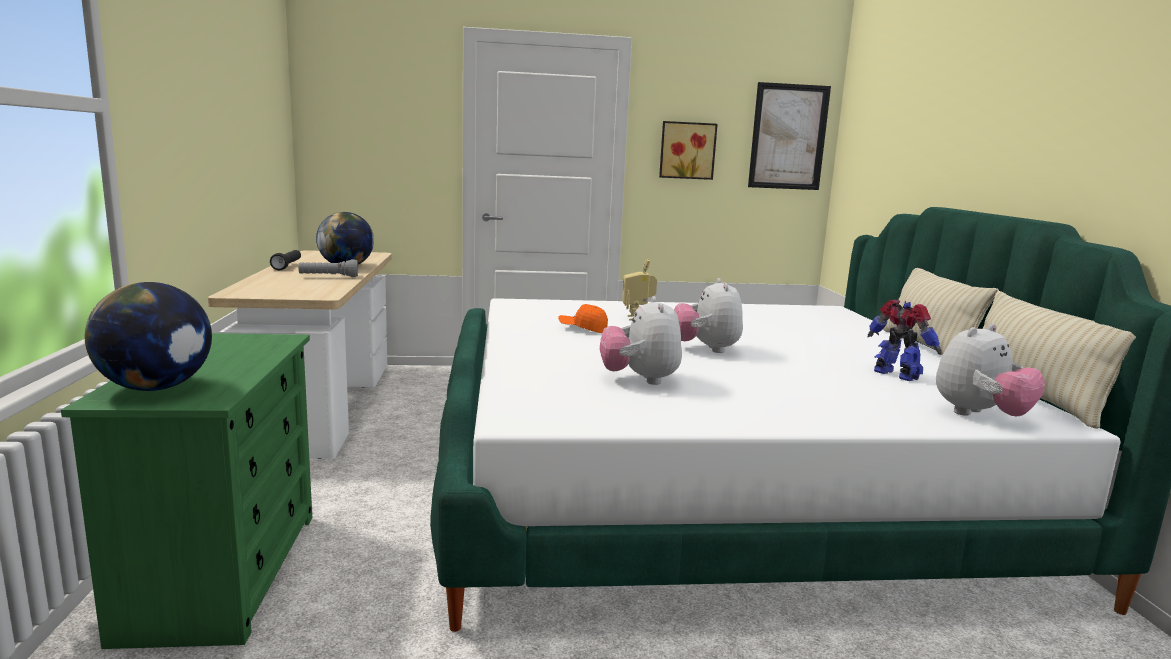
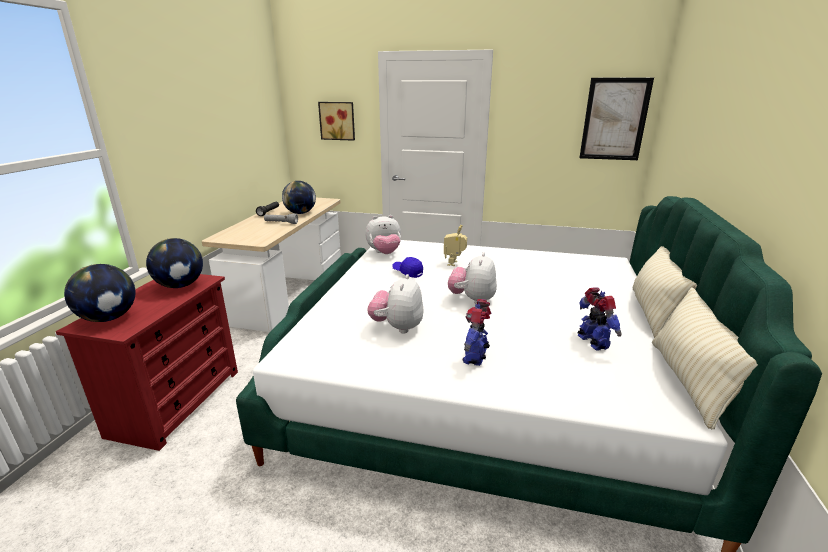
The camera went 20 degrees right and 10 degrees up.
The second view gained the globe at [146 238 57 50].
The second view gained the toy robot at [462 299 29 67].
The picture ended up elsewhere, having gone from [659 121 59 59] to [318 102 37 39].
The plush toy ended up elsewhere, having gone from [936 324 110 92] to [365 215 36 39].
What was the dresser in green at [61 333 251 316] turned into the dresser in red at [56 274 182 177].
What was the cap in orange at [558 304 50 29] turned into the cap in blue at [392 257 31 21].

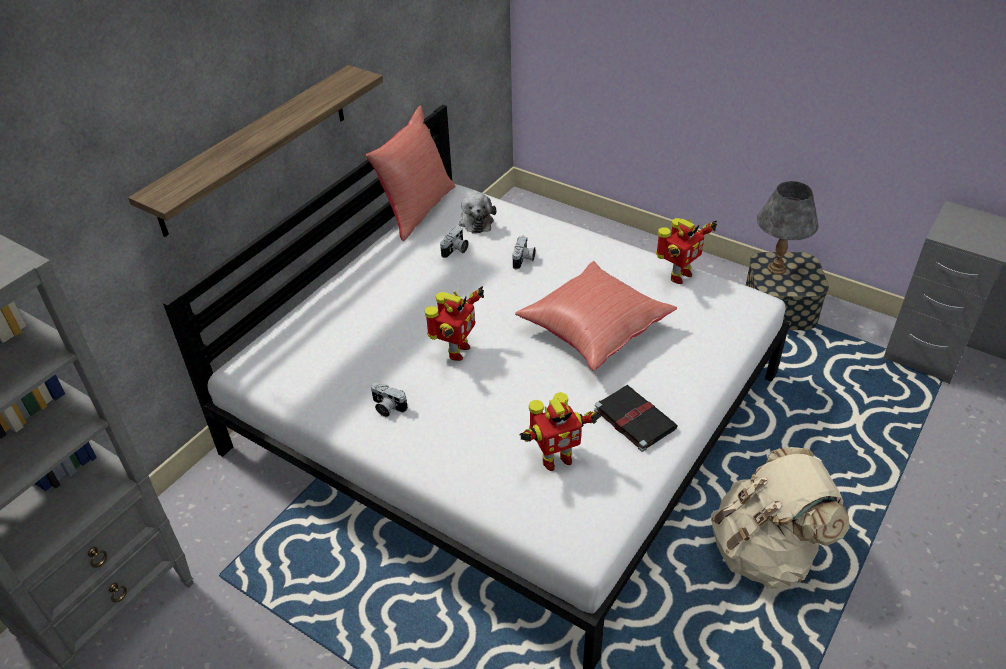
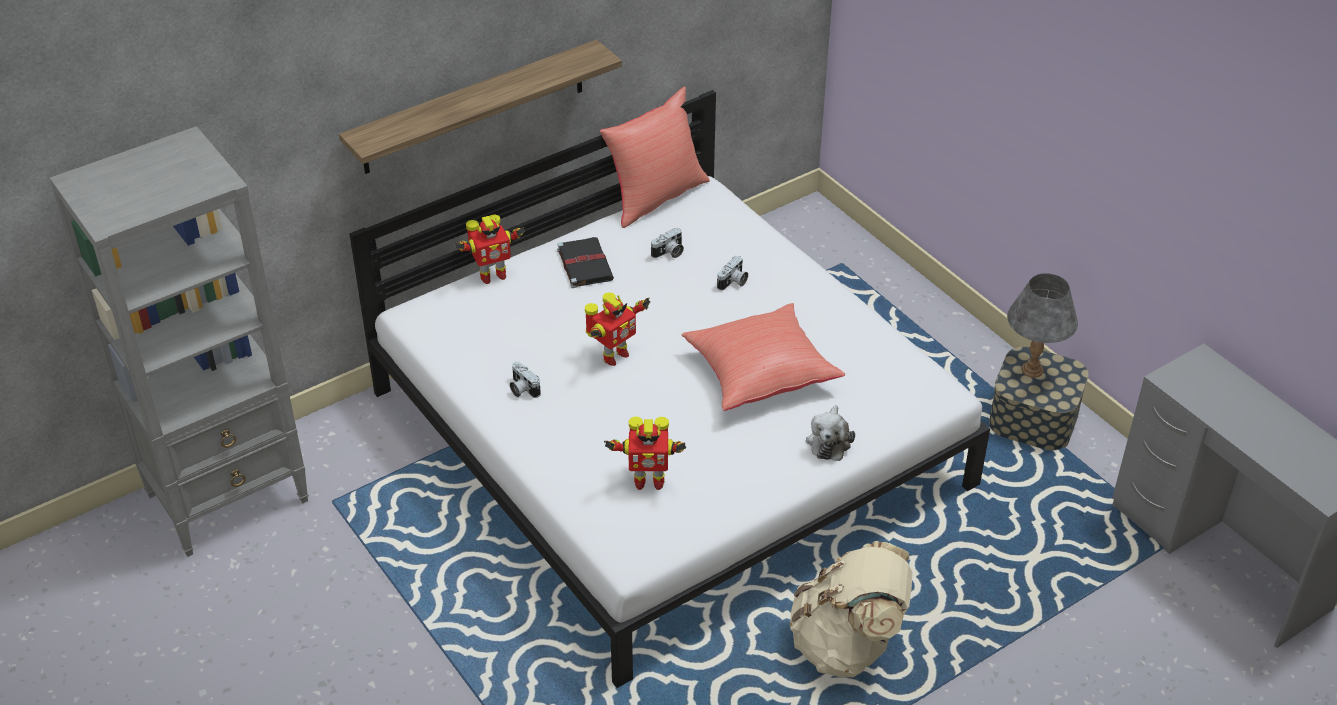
The camera went 20 degrees right and 0 degrees up.
The plush toy ended up elsewhere, having gone from [459 193 37 41] to [806 405 49 56].
The book in black ended up elsewhere, having gone from [594 385 83 67] to [557 237 57 51].
The toy robot ended up elsewhere, having gone from [656 218 61 66] to [455 215 70 69].

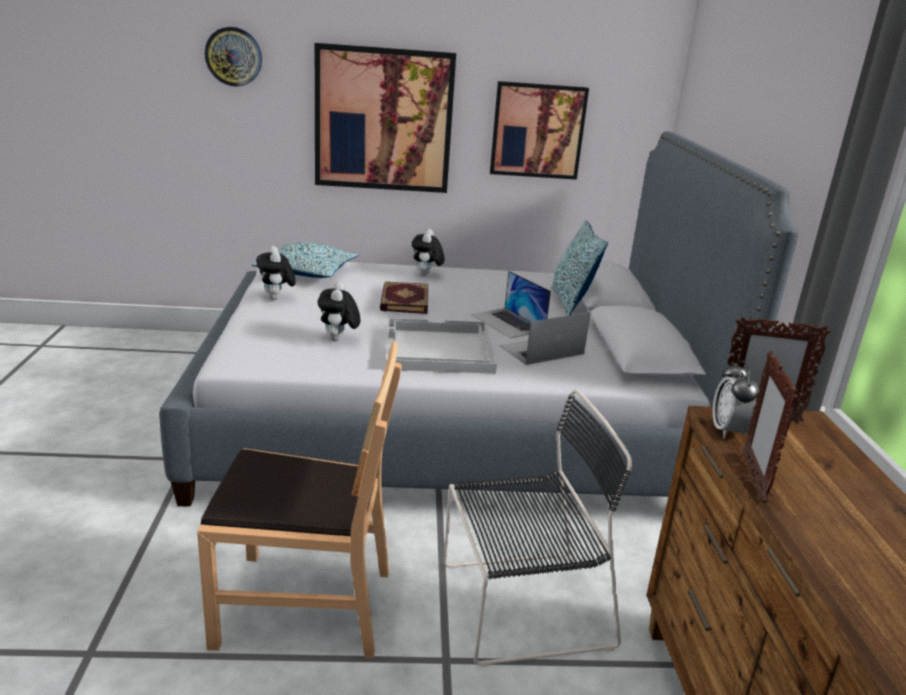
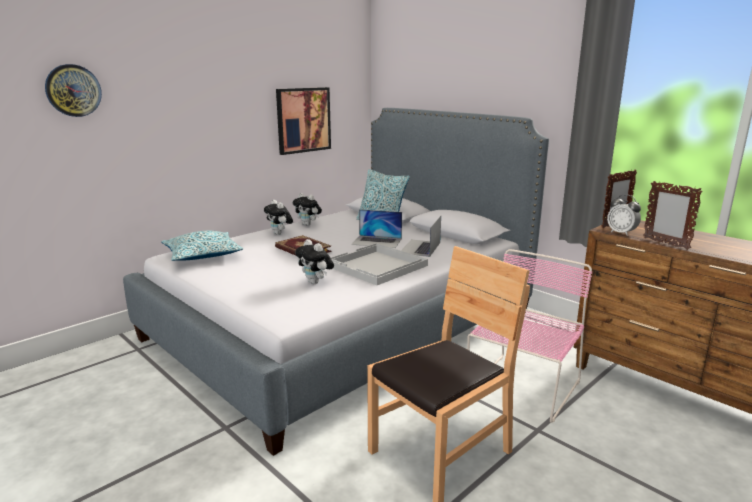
The camera went 40 degrees left and 5 degrees down.
The second view lost the picture at [315 43 141 150].
The plush toy ended up elsewhere, having gone from [256 246 40 54] to [293 193 29 33].
What was the chair in black at [444 389 188 278] turned into the chair in pink at [467 249 125 174].

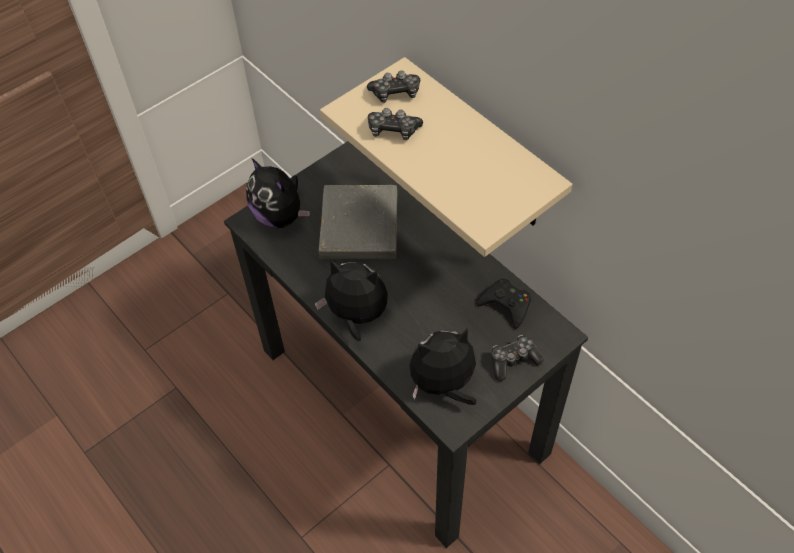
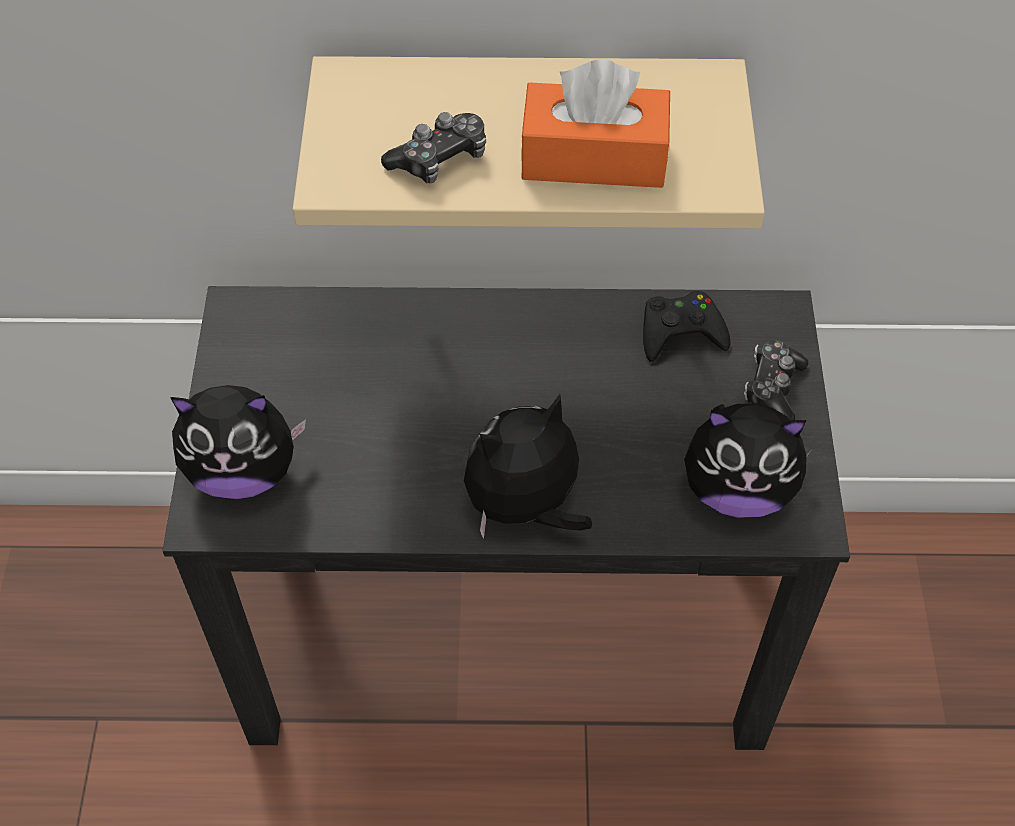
The camera went 50 degrees left and 0 degrees up.
The second view lost the book in grey at [319 185 79 74].
The second view lost the game controller at [367 71 54 32].
The second view gained the tissue box in orange at [521 60 149 128].
The plush toy at [409 328 67 77] ended up facing another way, 105 degrees counterclockwise from before.

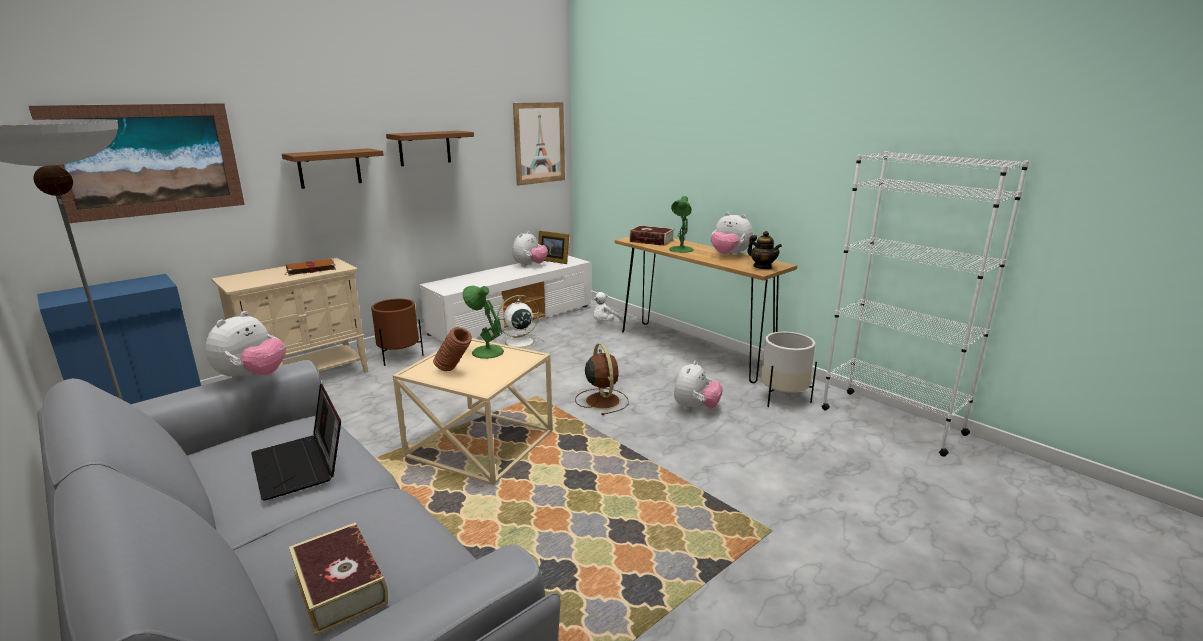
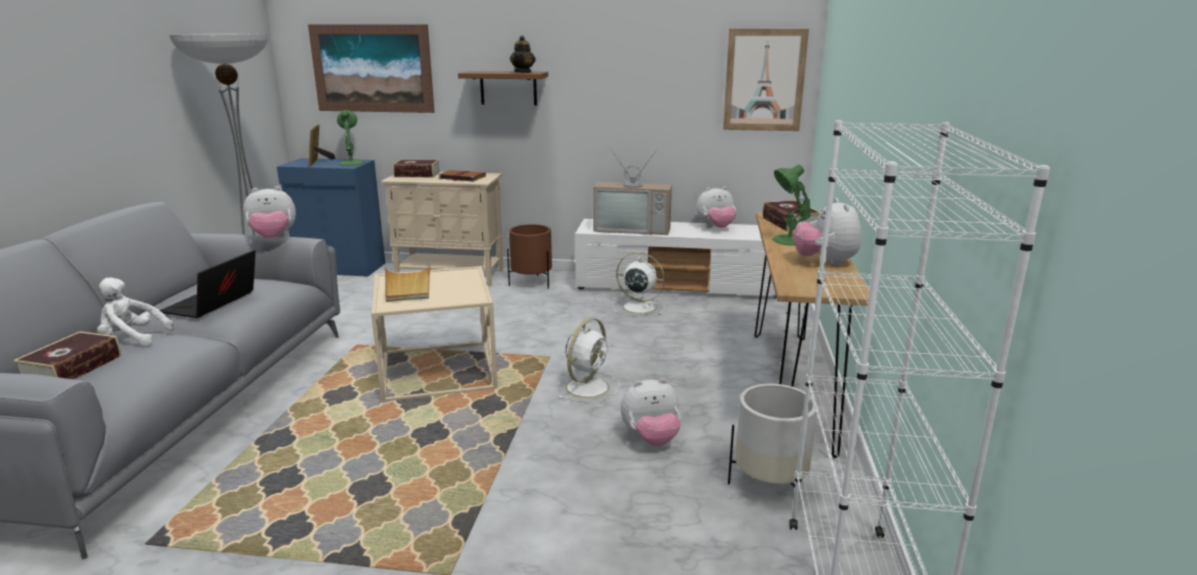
The camera went 50 degrees right and 0 degrees up.
The second view lost the shelf in brown at [386 131 88 35].
The second view gained the book at [393 159 47 18].
The second view gained the television at [593 147 79 88].
The table lamp in green ended up elsewhere, having gone from [462 286 42 73] to [337 110 27 56].
The picture frame ended up elsewhere, having gone from [538 231 31 33] to [309 124 27 43].
The plush toy in white ended up elsewhere, having gone from [593 292 30 30] to [97 278 77 68].
The teapot ended up elsewhere, having gone from [747 231 35 38] to [510 35 26 38].
Where the vase in brown stood at [433 327 39 44], the tray in beige came to stand at [385 265 45 37].
What was the fan in brown at [575 343 54 72] turned into the fan in white at [558 318 62 85].

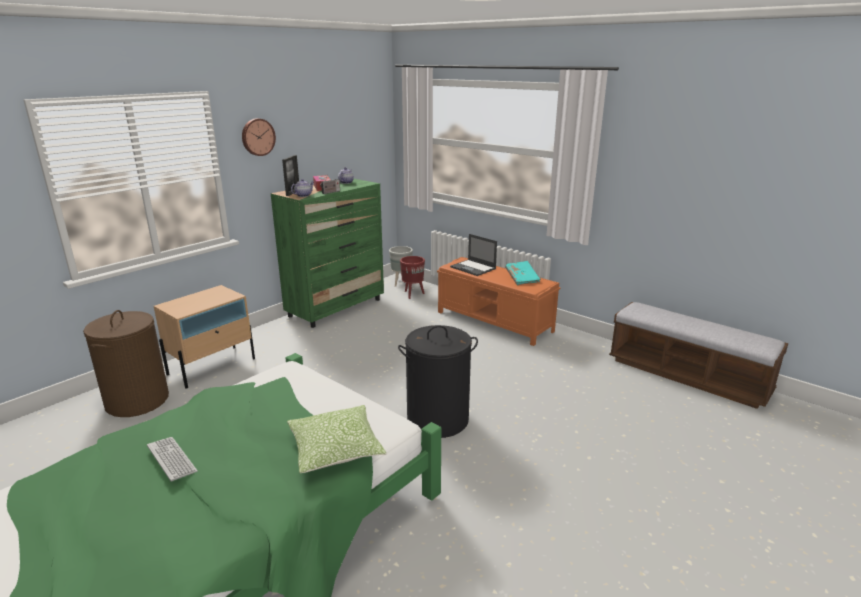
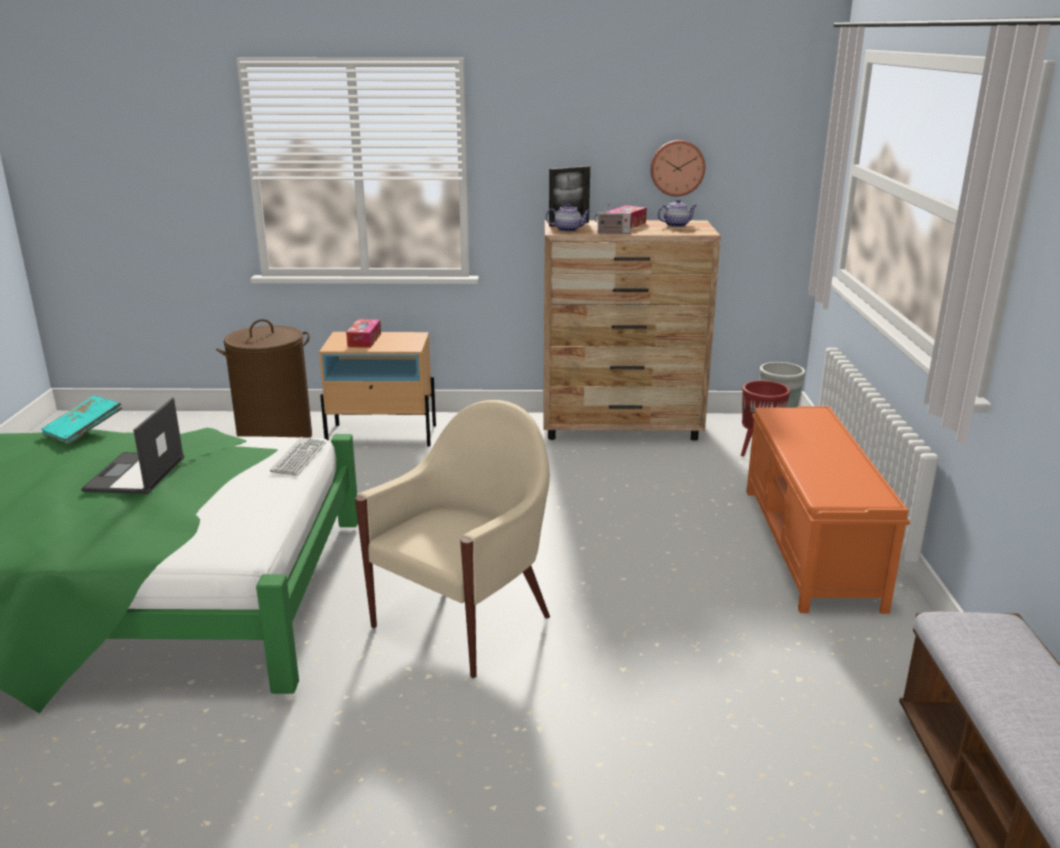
The camera went 50 degrees right and 0 degrees up.
The second view lost the pillow at [287 405 100 68].
The second view gained the tissue box at [346 319 35 29].
The keyboard ended up elsewhere, having gone from [147 437 51 45] to [270 437 56 39].
The wall clock ended up elsewhere, having gone from [242 118 34 38] to [650 140 55 56].
The laptop ended up elsewhere, having gone from [450 234 47 42] to [81 397 103 97].
The book in turquoise ended up elsewhere, having gone from [505 261 36 24] to [41 395 81 49].
Where the laundry basket in black stood at [398 325 80 113], the armchair in beige came to stand at [355 400 195 278].
What was the dresser in green at [271 179 113 149] turned into the dresser in brown at [544 220 177 221].

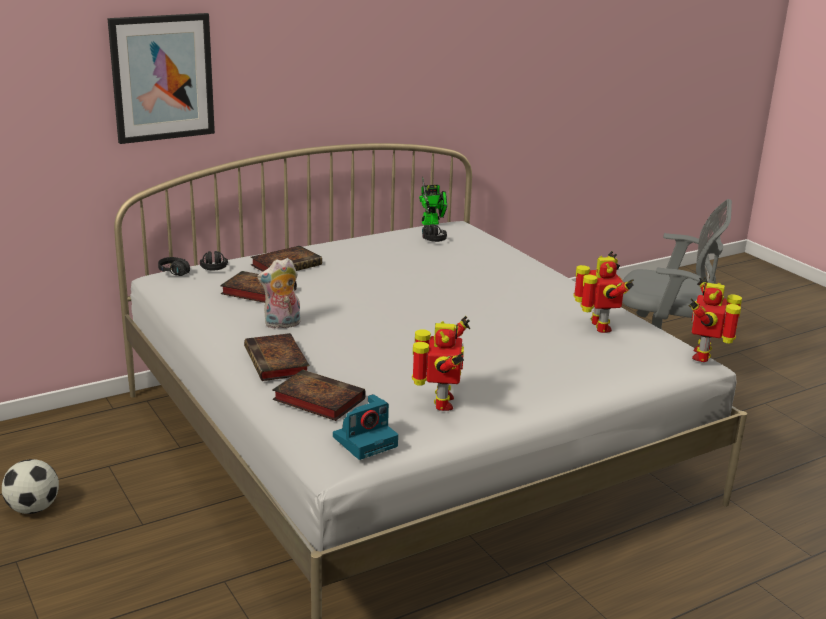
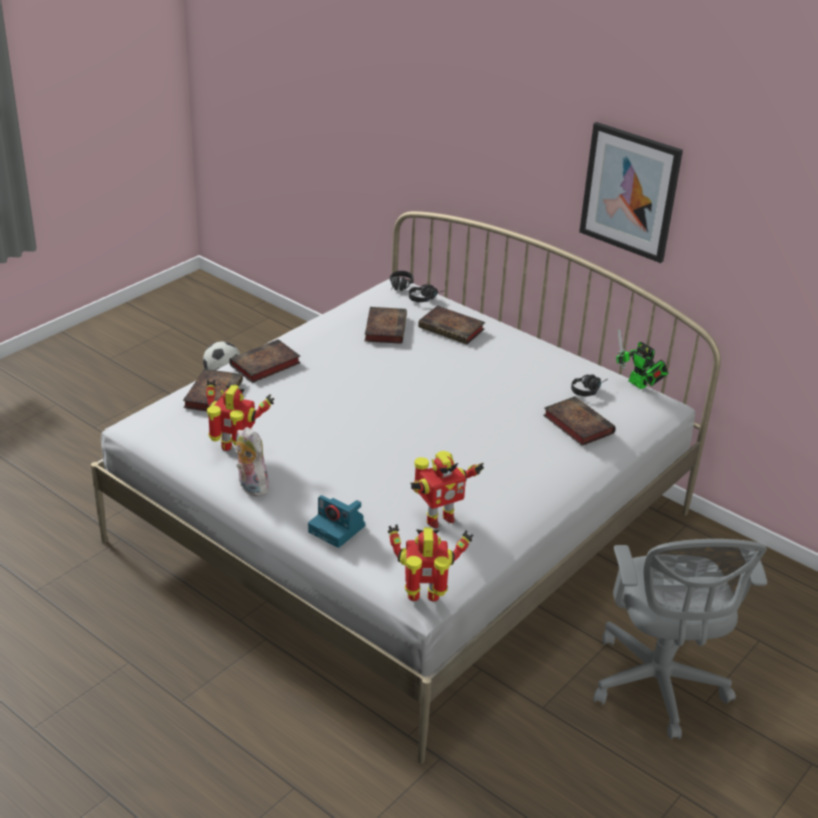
The camera went 70 degrees right and 10 degrees up.
The second view gained the book at [543 396 73 50].
The picture ended up elsewhere, having gone from [107 13 108 131] to [579 122 104 141].
The plush toy ended up elsewhere, having gone from [257 258 44 71] to [236 427 33 69].
The photo camera ended up elsewhere, having gone from [333 394 65 66] to [308 495 57 53].
The toy robot at [412 316 59 95] ended up facing another way, 150 degrees counterclockwise from before.

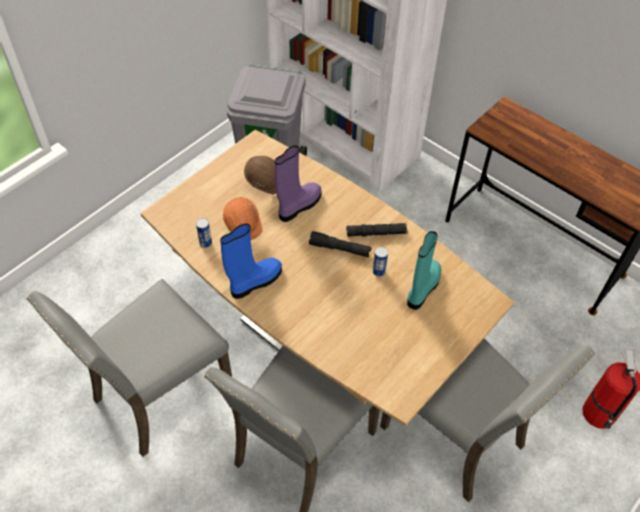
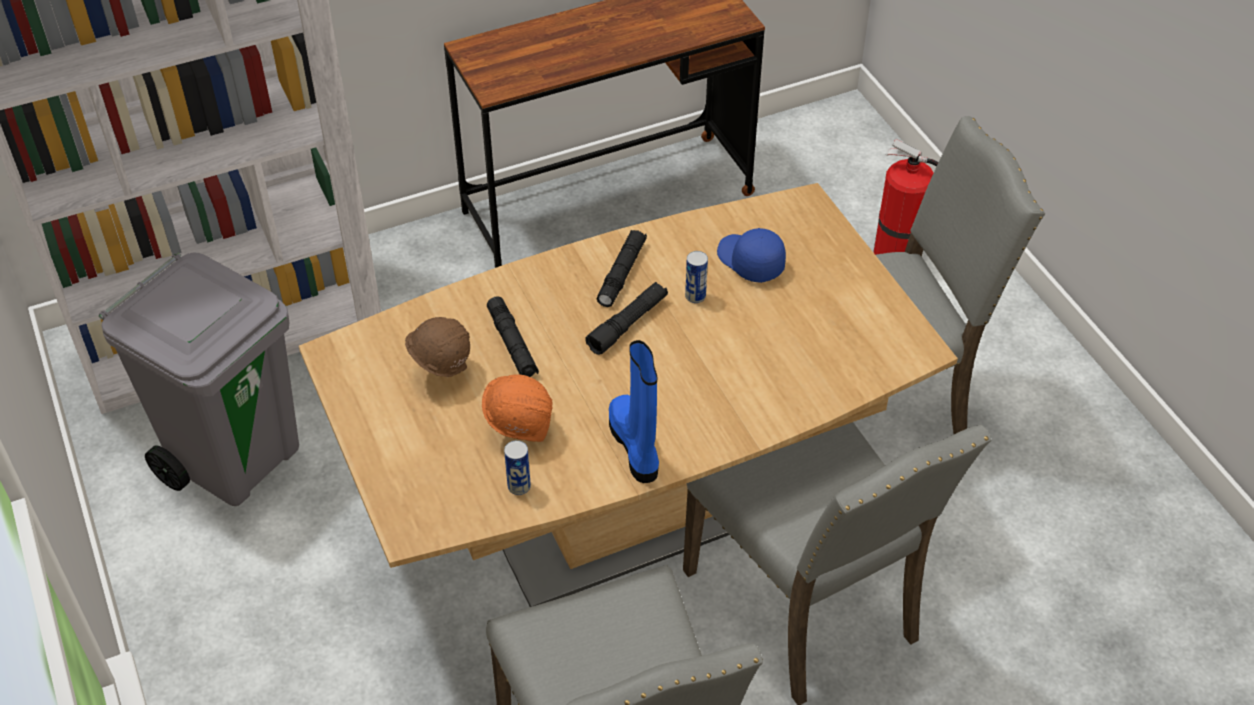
The camera went 65 degrees left and 5 degrees down.
Where the boot in purple stood at [275 145 47 77], the flashlight in black came to stand at [487 296 52 81].
Where the boot in turquoise stood at [407 231 34 79], the cap in blue came to stand at [717 228 69 55].

